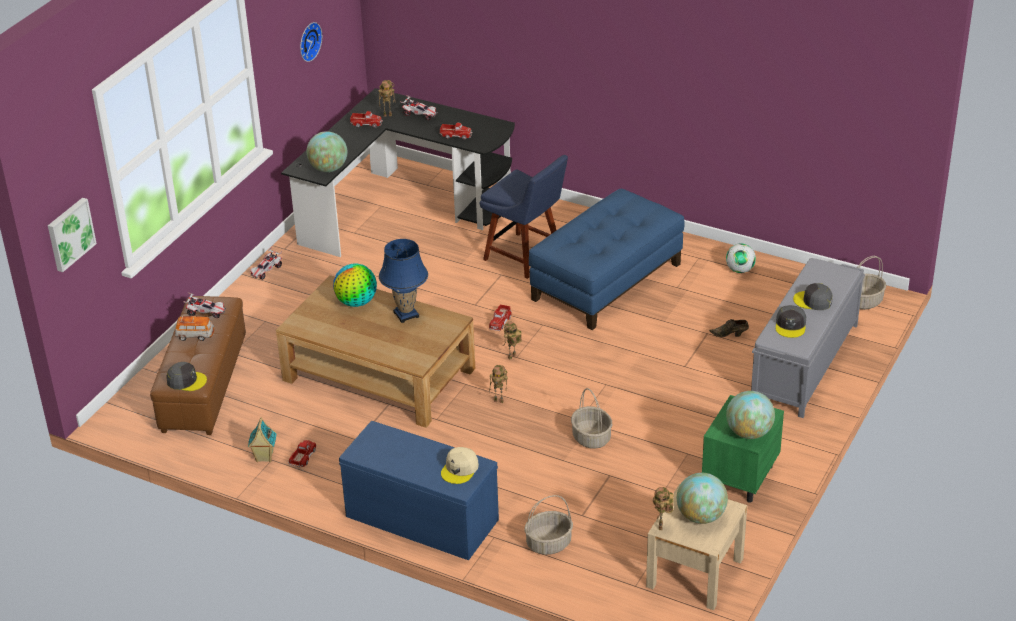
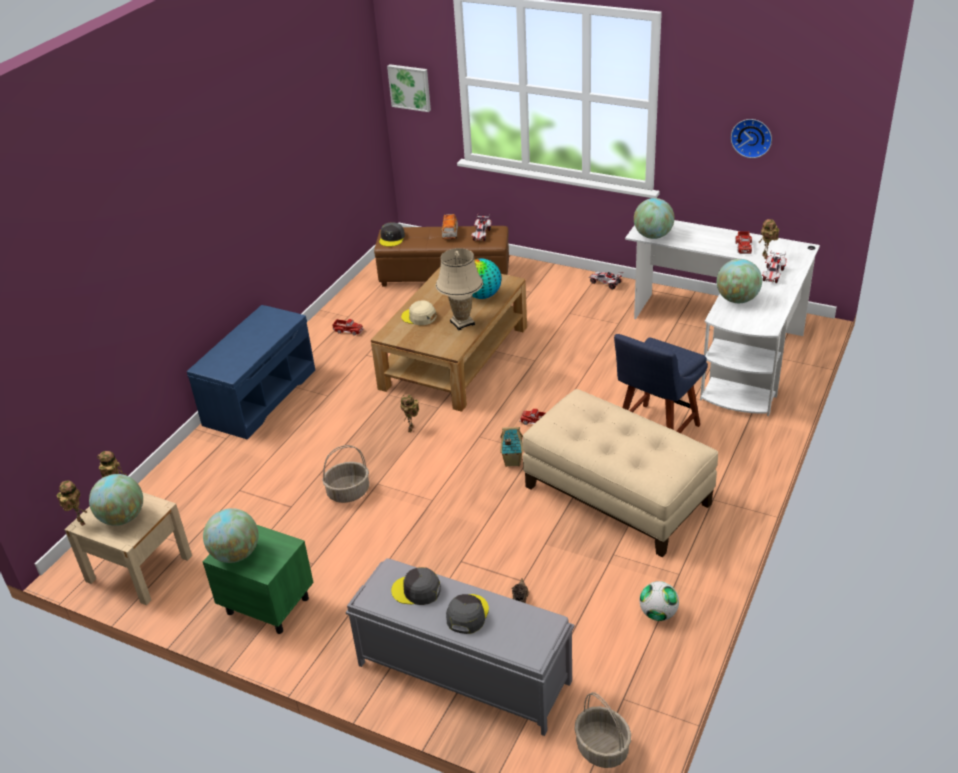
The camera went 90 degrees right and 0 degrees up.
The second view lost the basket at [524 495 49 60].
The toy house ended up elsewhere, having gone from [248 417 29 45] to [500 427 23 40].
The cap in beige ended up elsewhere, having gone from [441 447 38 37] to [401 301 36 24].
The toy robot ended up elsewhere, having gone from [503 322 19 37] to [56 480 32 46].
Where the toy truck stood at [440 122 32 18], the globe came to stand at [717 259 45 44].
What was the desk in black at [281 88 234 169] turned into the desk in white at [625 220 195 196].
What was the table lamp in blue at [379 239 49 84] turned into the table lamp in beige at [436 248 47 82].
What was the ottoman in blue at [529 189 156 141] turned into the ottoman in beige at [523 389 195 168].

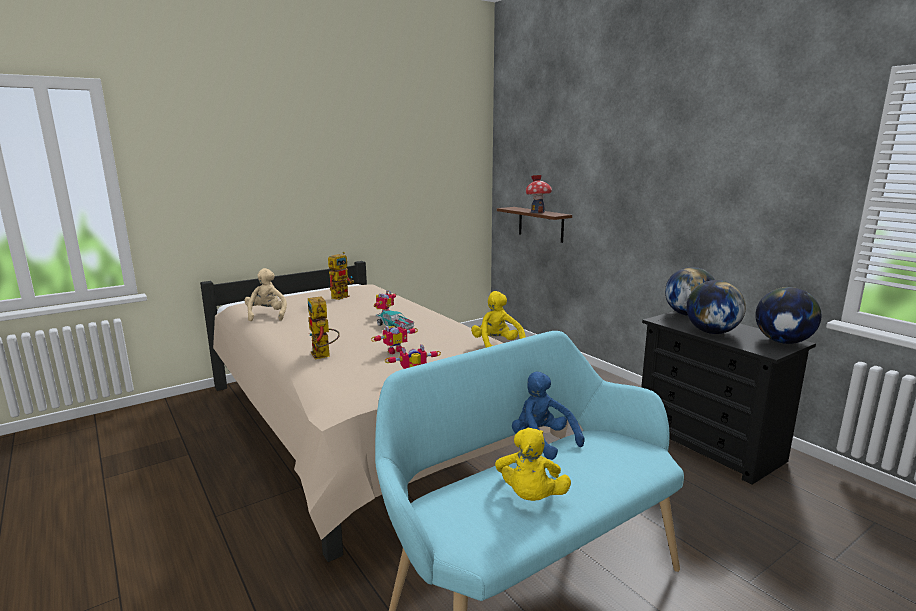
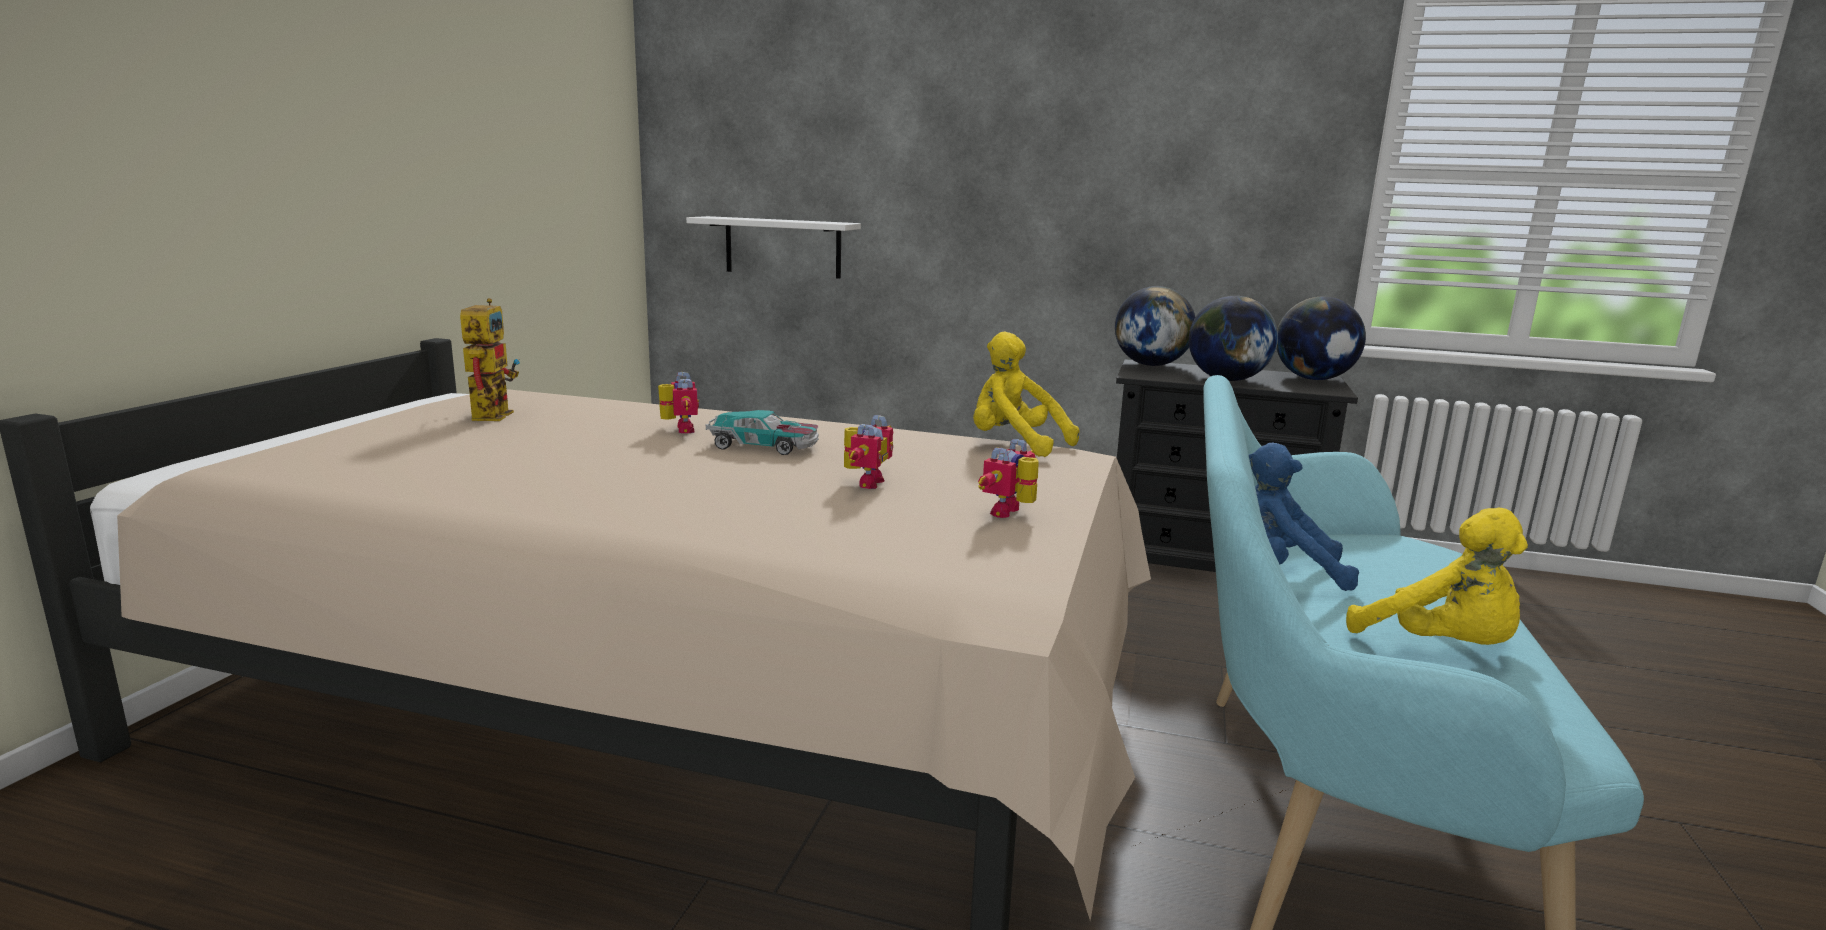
The camera went 40 degrees left and 0 degrees up.
The second view lost the plush toy in beige at [244 268 43 53].
The second view lost the toy robot at [308 297 32 63].
The second view lost the toy house at [525 175 27 38].
What was the shelf in brown at [497 207 75 36] turned into the shelf in white at [686 216 175 63].

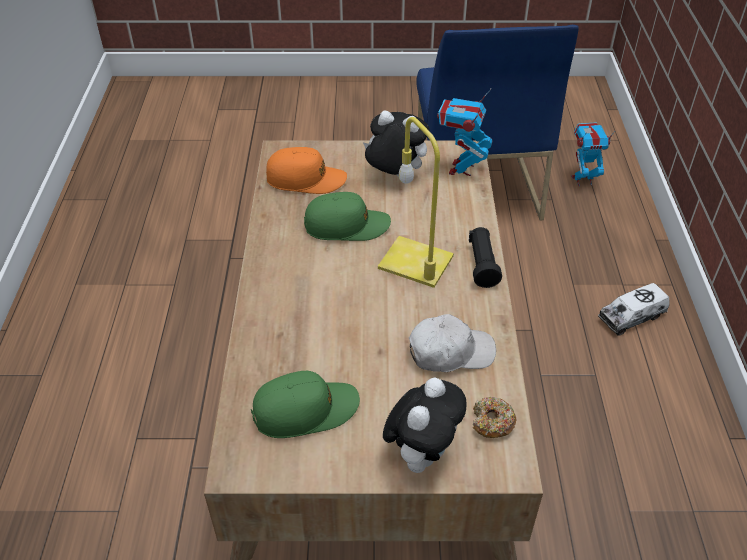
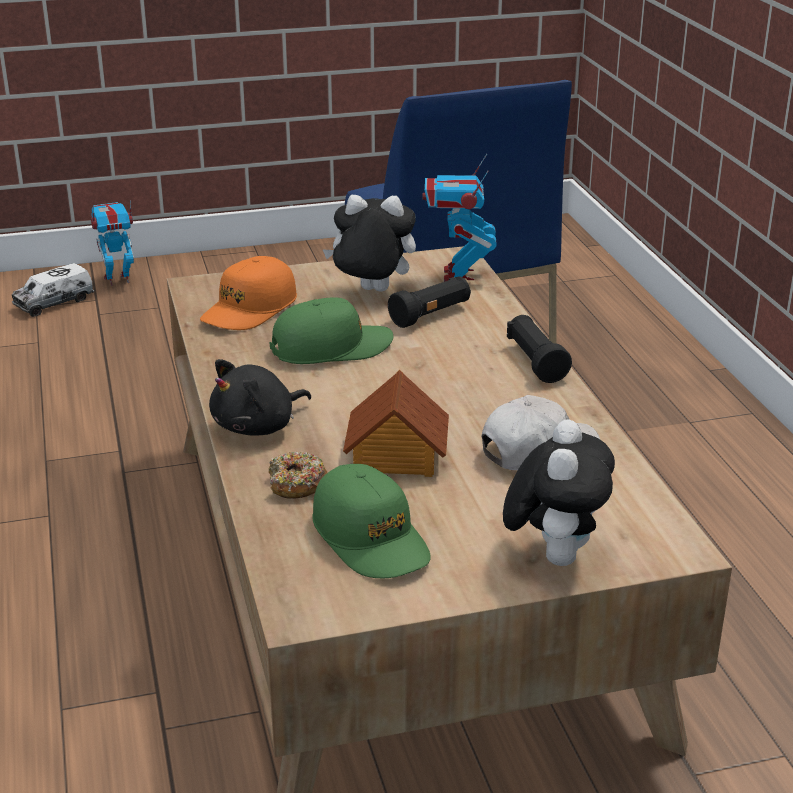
The camera went 15 degrees left and 15 degrees down.
The second view lost the table lamp in yellow at [378 117 76 171].
The second view gained the plush toy in black at [209 359 102 76].
The second view gained the toy house at [343 370 106 107].
The second view gained the flashlight in black at [388 276 83 52].
The donut ended up elsewhere, having gone from [473 397 43 41] to [269 452 58 47].
The toy robot ended up elsewhere, having gone from [571 122 44 64] to [91 200 43 86].
The toy truck ended up elsewhere, having gone from [598 283 71 53] to [12 263 82 54].
The cap in green at [251 371 109 67] ended up facing another way, 90 degrees clockwise from before.
The cap in orange at [266 147 81 47] ended up facing another way, 135 degrees clockwise from before.

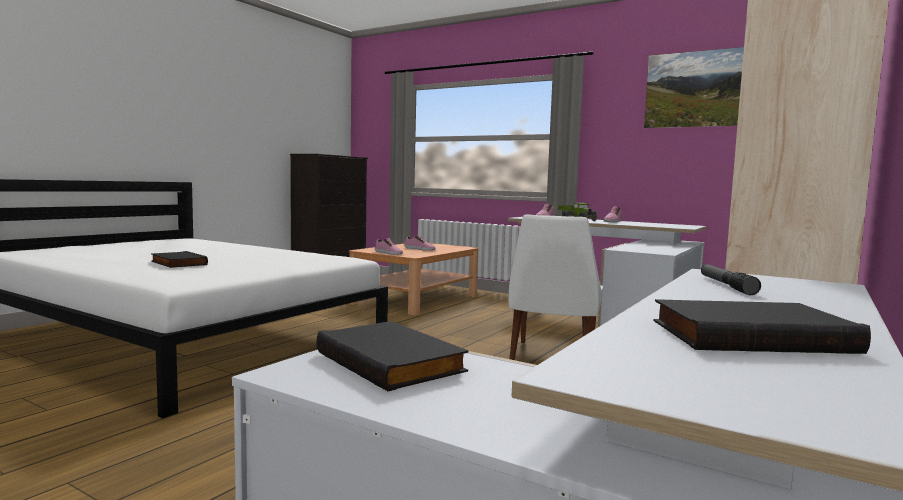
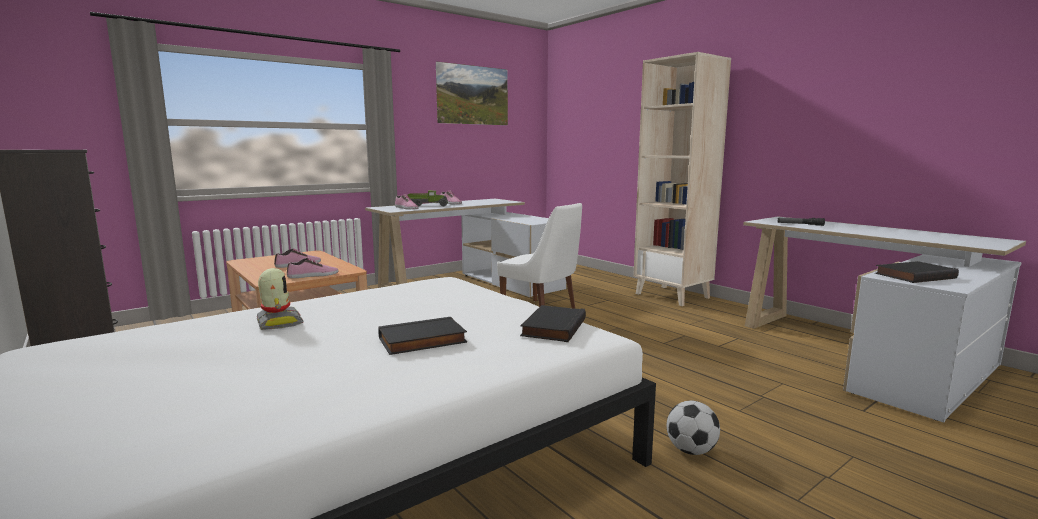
The camera went 70 degrees left and 5 degrees up.
The second view gained the toy robot at [257 268 47 62].
The second view gained the football at [667 401 53 54].
The book in black ended up elsewhere, having gone from [653 299 218 55] to [520 305 66 37].

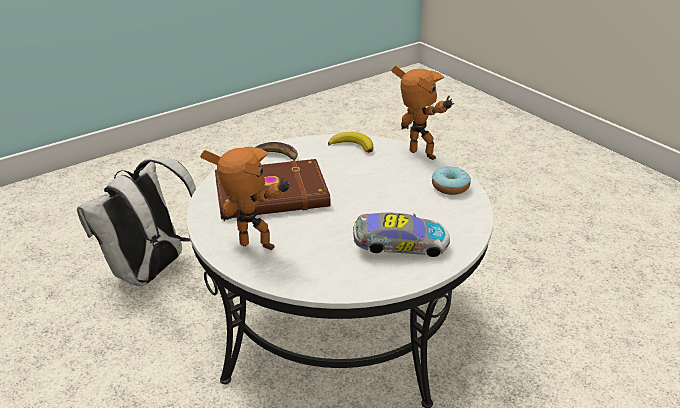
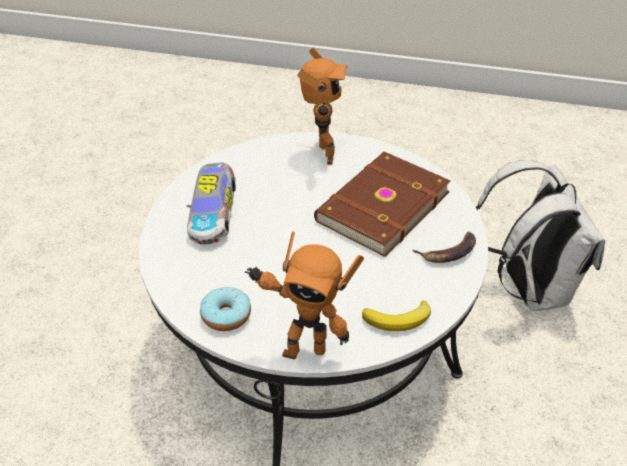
The camera went 140 degrees right and 10 degrees up.
The toy robot at [200 147 92 103] ended up facing another way, 75 degrees counterclockwise from before.
The toy car at [353 213 97 44] ended up facing another way, 45 degrees counterclockwise from before.

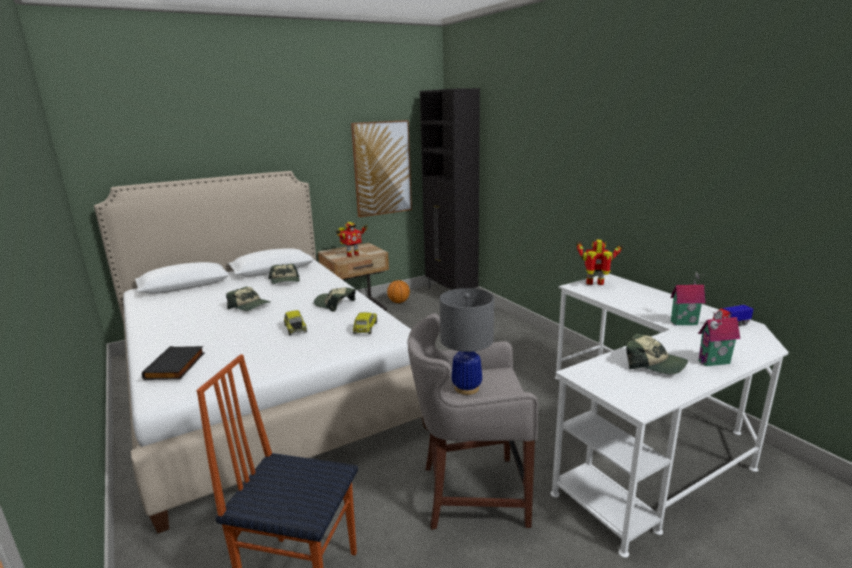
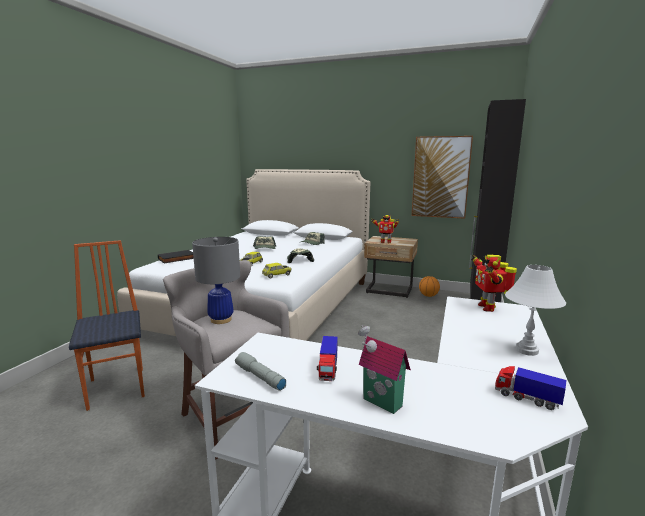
The camera went 50 degrees right and 5 degrees down.
The second view lost the toy house at [670 272 35 53].
The second view gained the flashlight in grey at [235 352 51 39].
The second view gained the table lamp in white at [505 265 61 91].
Where the cap stood at [626 333 62 41], the toy truck came to stand at [317 336 21 45].
The toy robot at [576 240 48 45] ended up facing another way, 150 degrees counterclockwise from before.

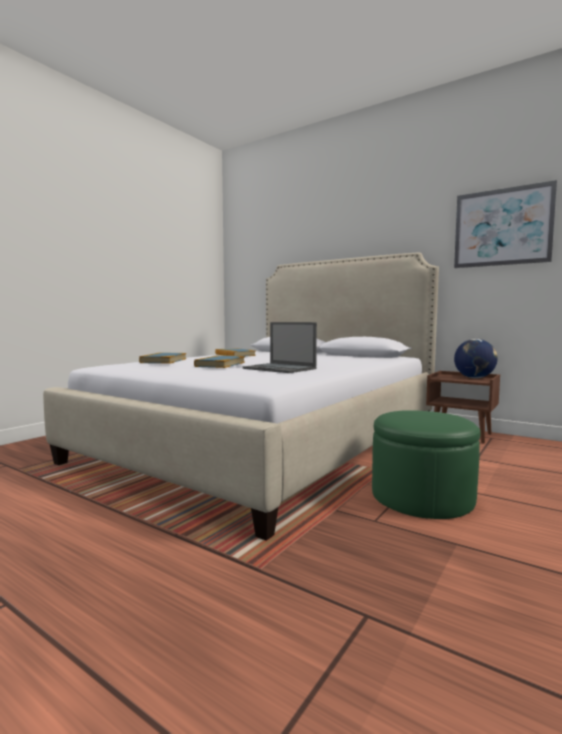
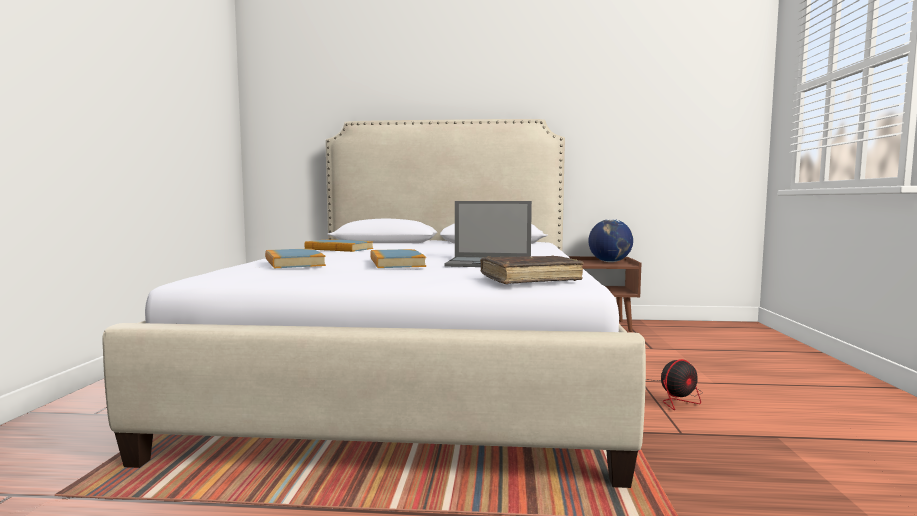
The camera went 30 degrees left and 0 degrees up.
The second view lost the picture at [454 180 103 88].
The second view gained the book in brown at [480 256 104 28].
Where the ottoman in green stood at [372 410 109 109], the fan came to stand at [646 359 57 51].

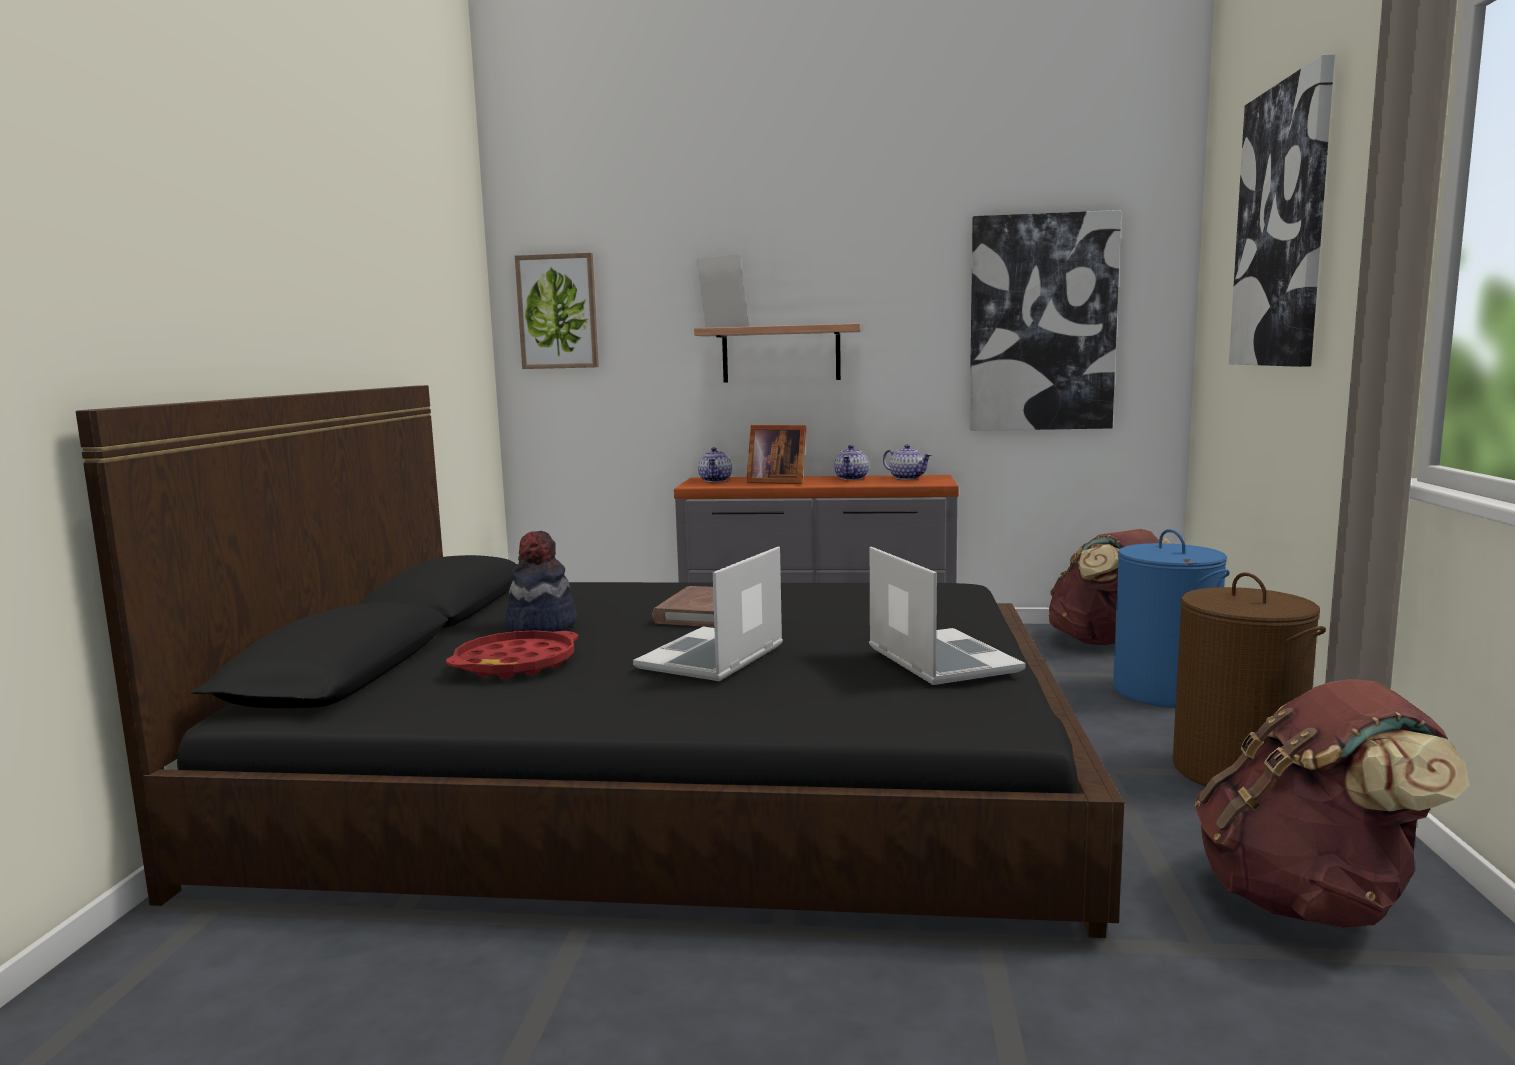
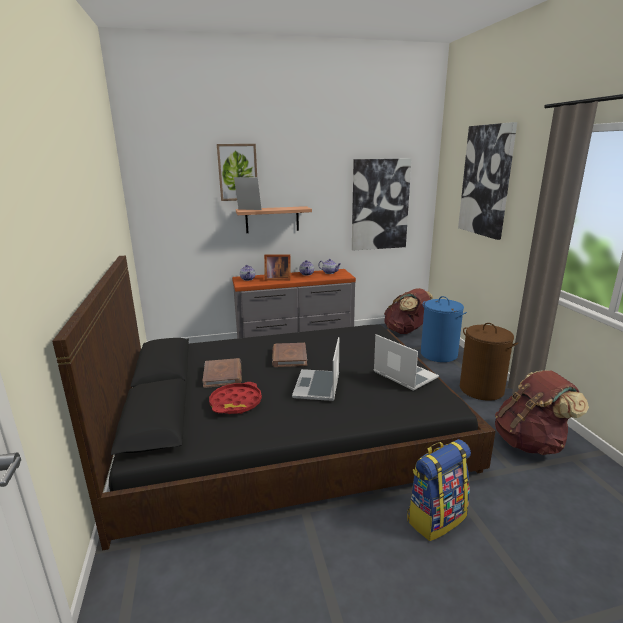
The camera went 20 degrees left and 10 degrees up.
The second view gained the backpack at [407 439 64 102].
The picture ended up elsewhere, having gone from [515 253 84 116] to [217 144 40 57].
Where the hat stood at [505 531 72 101], the book in brown came to stand at [202 358 40 30].

